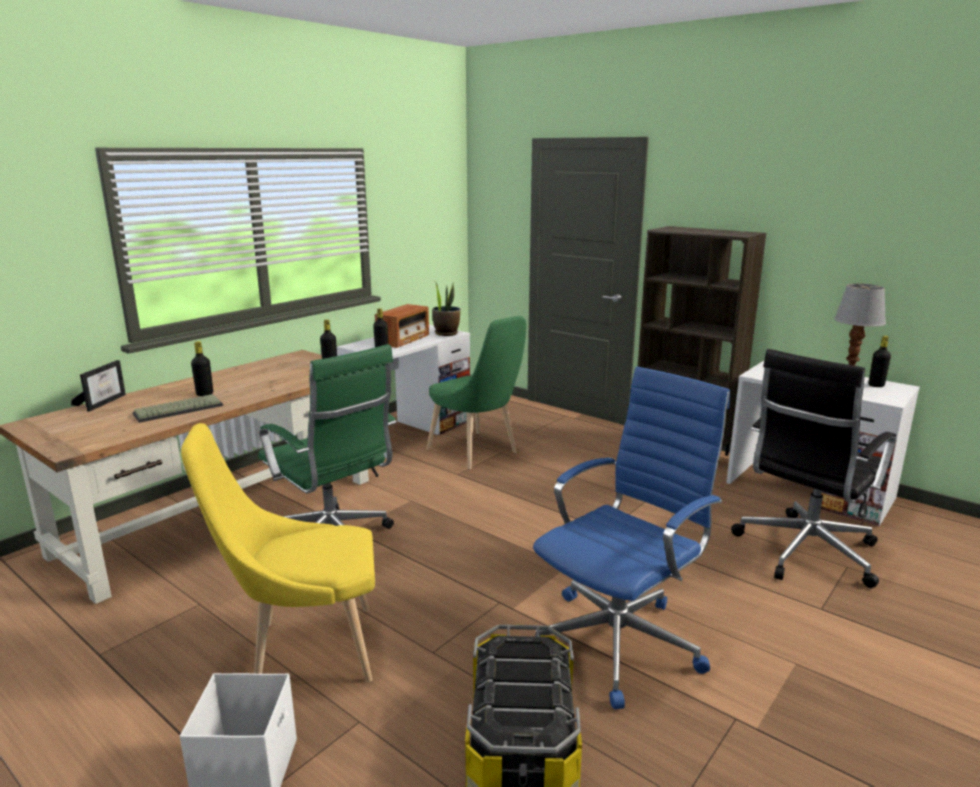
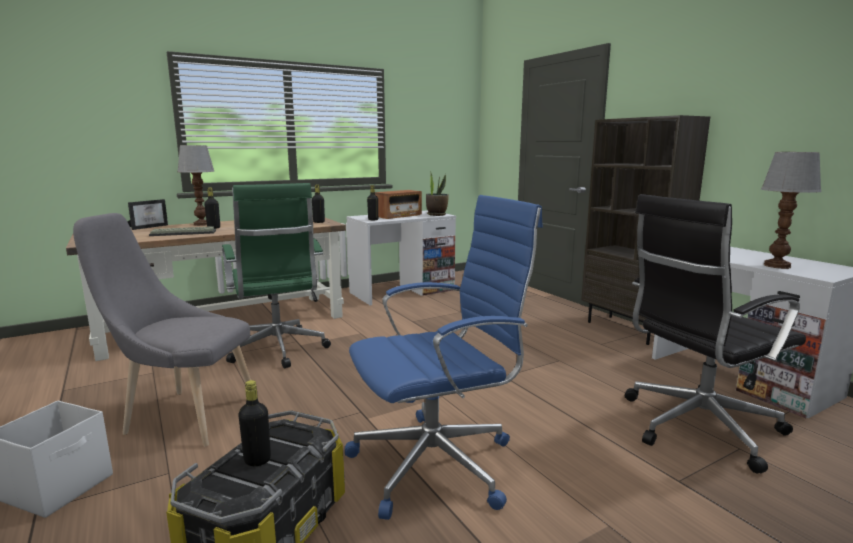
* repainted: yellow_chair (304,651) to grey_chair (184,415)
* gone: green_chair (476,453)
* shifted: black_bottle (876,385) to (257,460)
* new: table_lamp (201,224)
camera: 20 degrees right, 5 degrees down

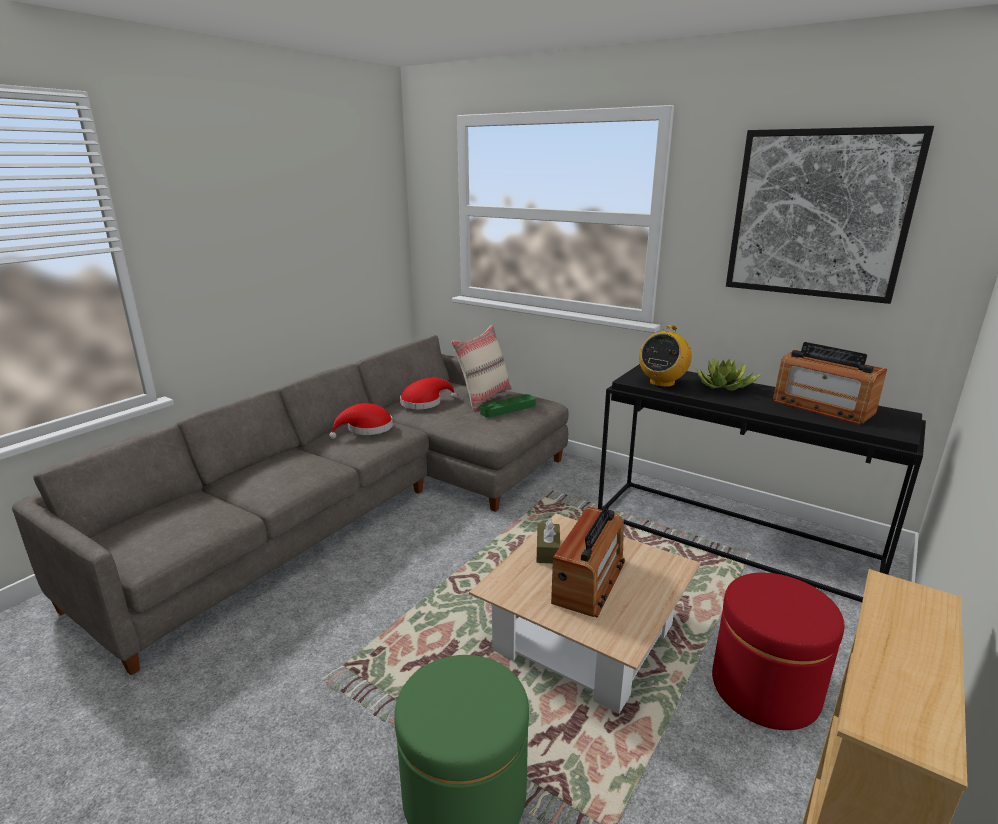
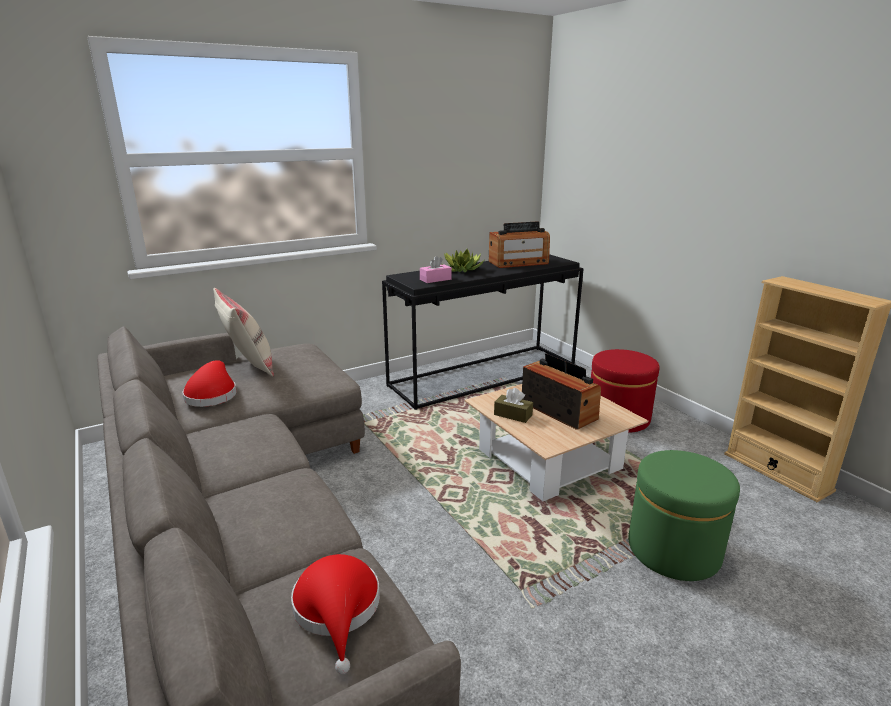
* shifted: red_hat (366,429) to (338,609)
* gone: green_tray (508,409)
* swapped: radio (662,382) to pink_tissue_box (435,279)
* gone: picture (819,214)
camera: 65 degrees left, 0 degrees up

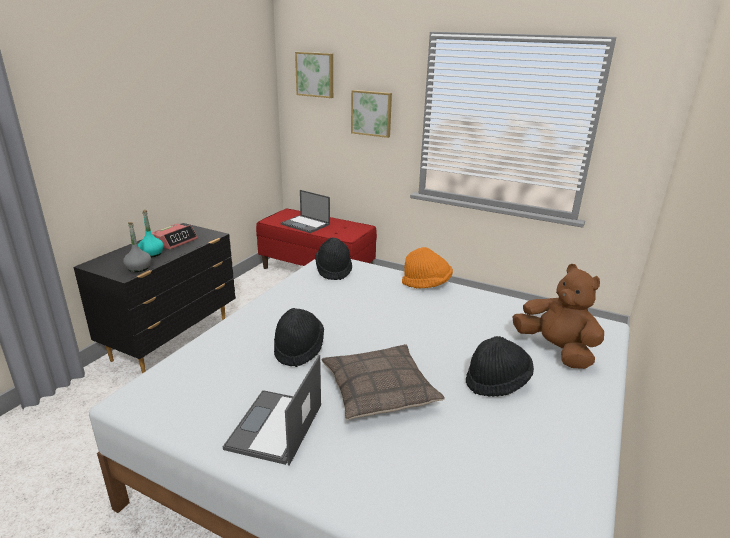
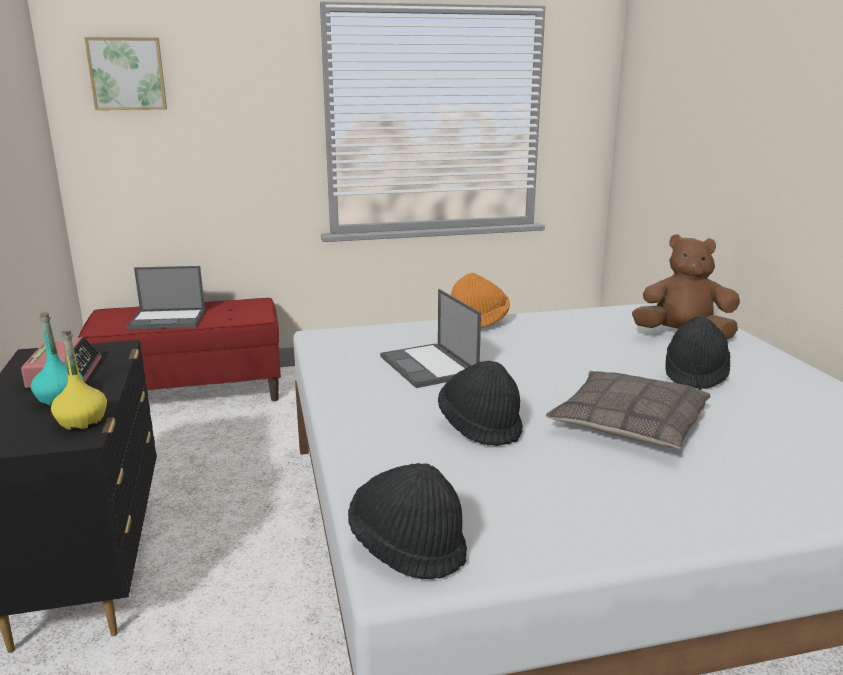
* repainted: grey_bottle (139,268) to yellow_bottle (82,421)
* shifted: laptop (275,427) to (429,366)
* shifted: black_hat (333,270) to (408,547)
* gone: picture (371,113)
camera: 40 degrees left, 5 degrees down

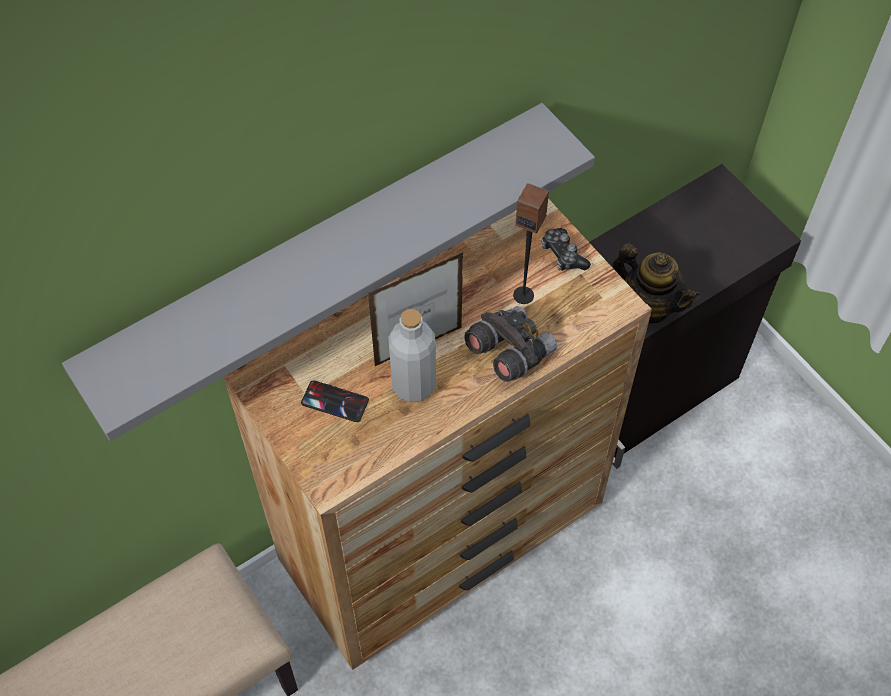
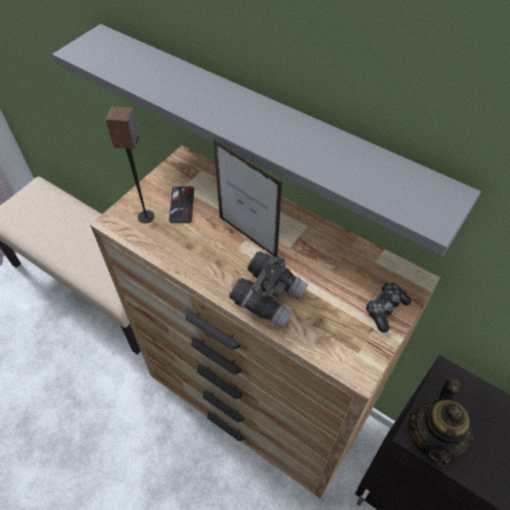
* gone: grey_bottle (413,384)
* shifted: speaker (523,295) to (146,217)
camera: 70 degrees right, 5 degrees down

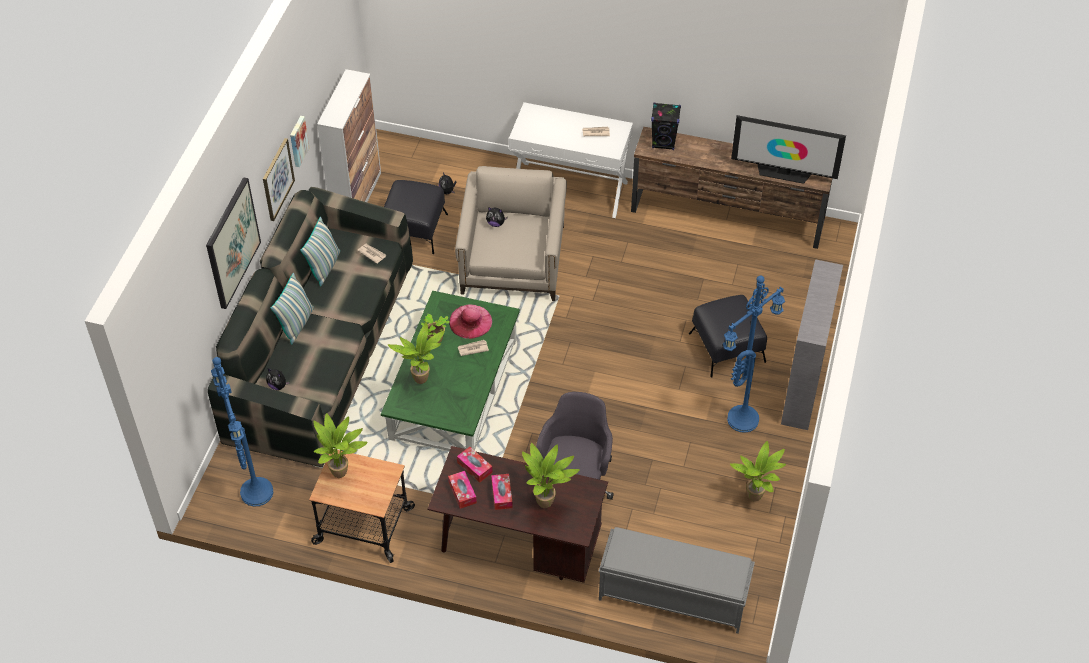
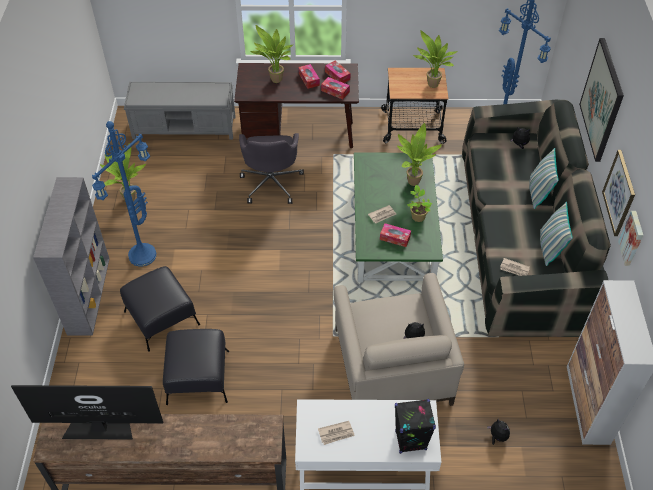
* shifted: black_ottoman (414,229) to (198,377)
* swapped: pink_hat (470,321) to tissue_box (395,238)
* shifted: black_speaker (664,142) to (410,440)
camera: 165 degrees right, 0 degrees up

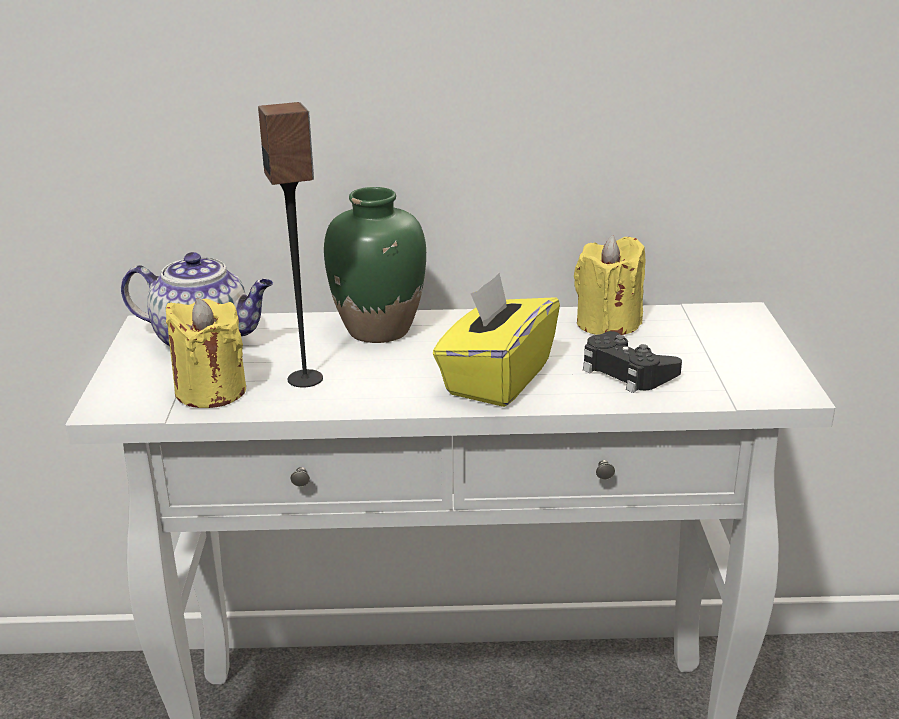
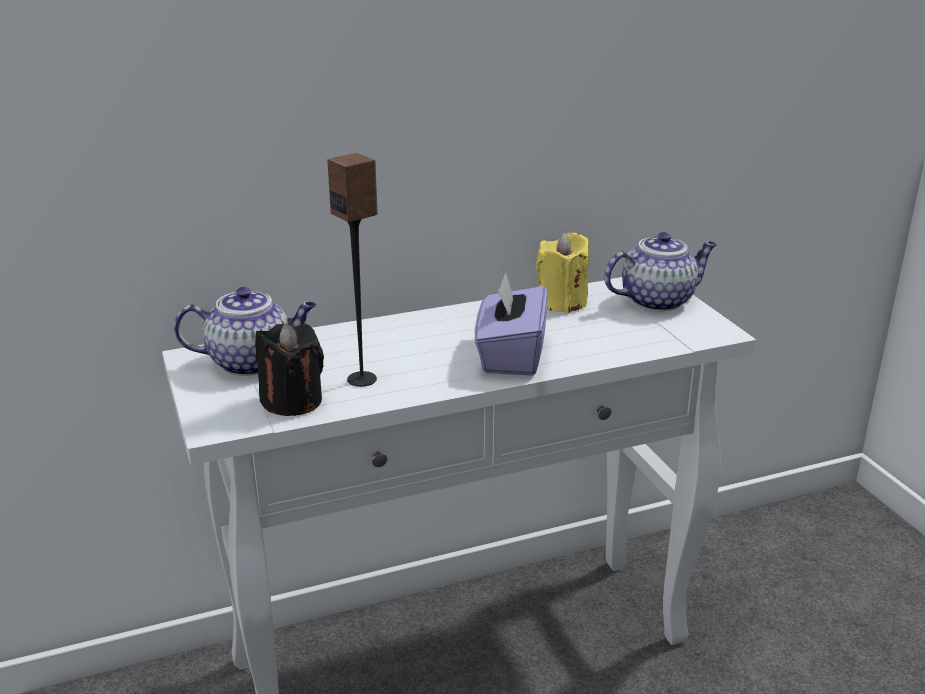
* repainted: yellow_candle (211,391) to black_candle (292,401)
* gone: green_vase (379,330)
* repainted: yellow_tissue_box (496,379) to purple_tissue_box (510,356)
* gone: black_game_controller (626,371)
* new: teapot (658,300)
camera: 20 degrees left, 0 degrees up

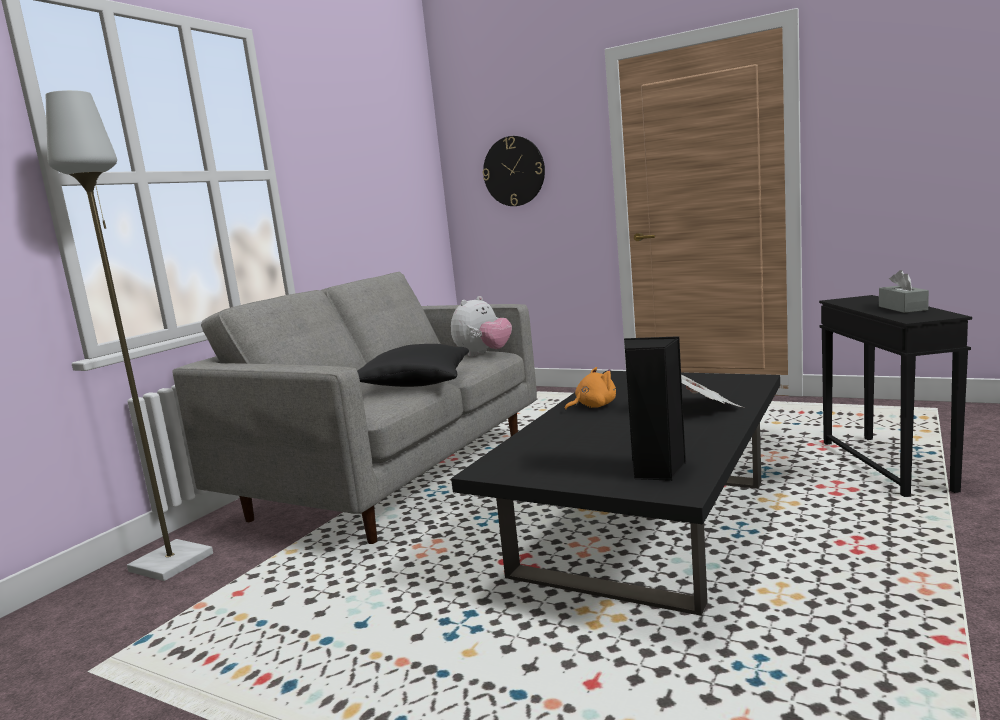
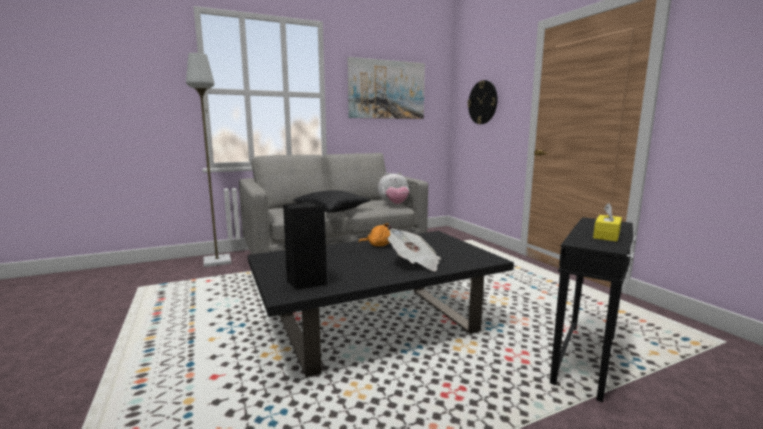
* repainted: grey_tissue_box (902,308) to yellow_tissue_box (606,235)
* new: picture (386,90)
camera: 35 degrees right, 0 degrees up

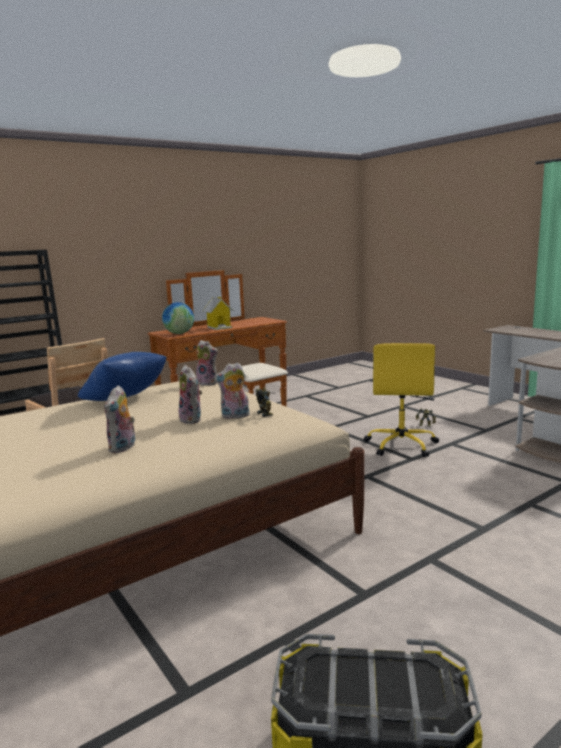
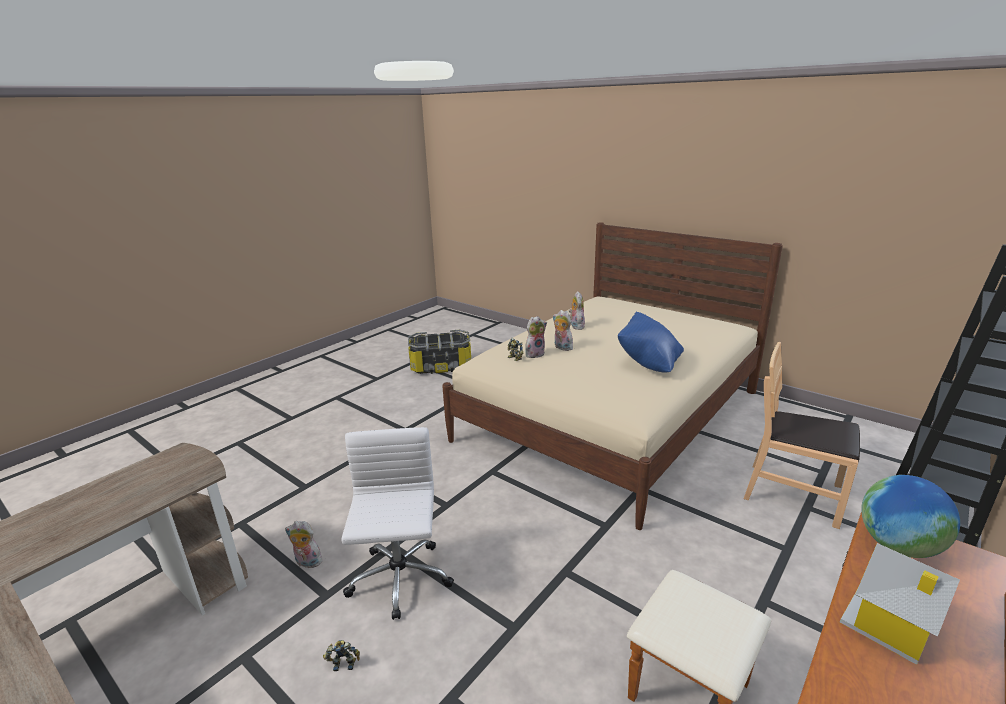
* shifted: plush_toy (208,383) to (307,563)
* repainted: yellow_office_chair (401,445) to white_office_chair (399,580)
camera: 165 degrees right, 10 degrees up

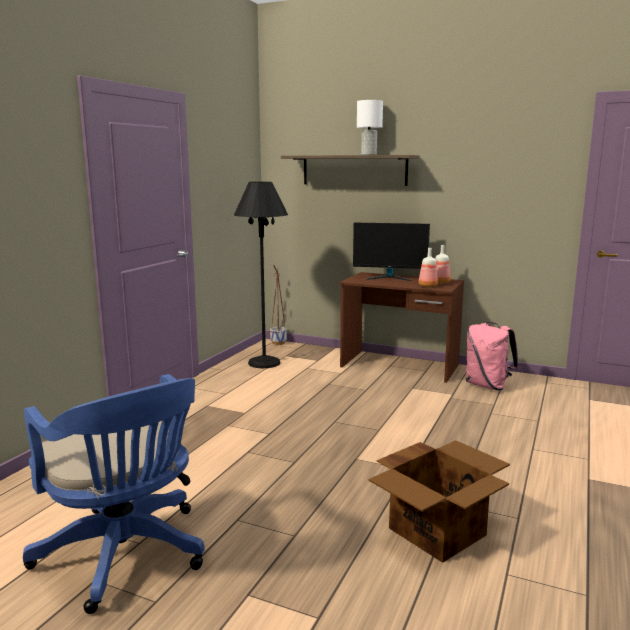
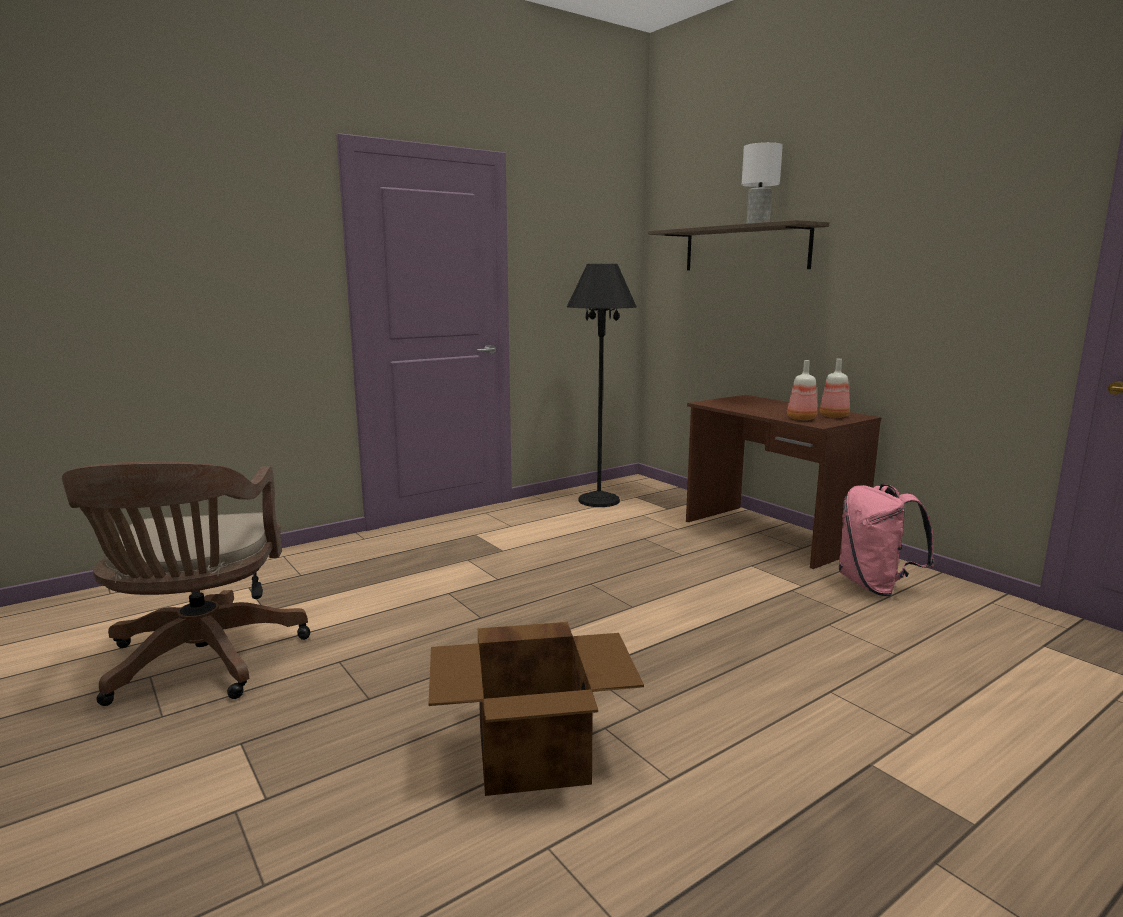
* repainted: blue_office_chair (126,556) to brown_office_chair (201,663)
* gone: planter (278,343)
* gone: monitor (389,277)
camera: 30 degrees right, 0 degrees up

